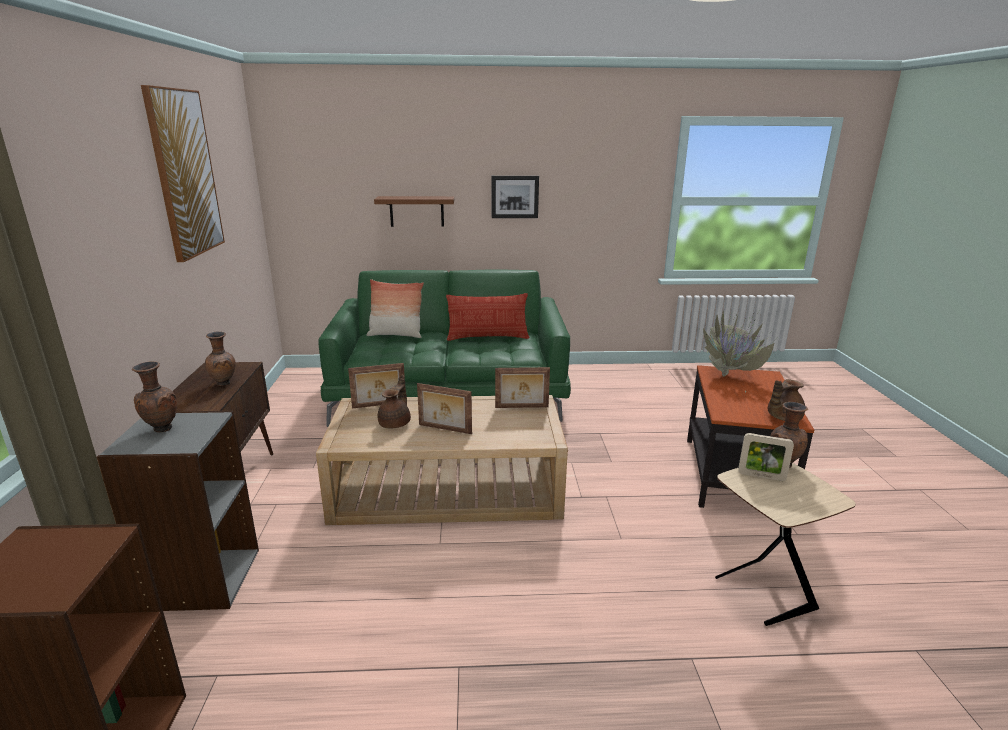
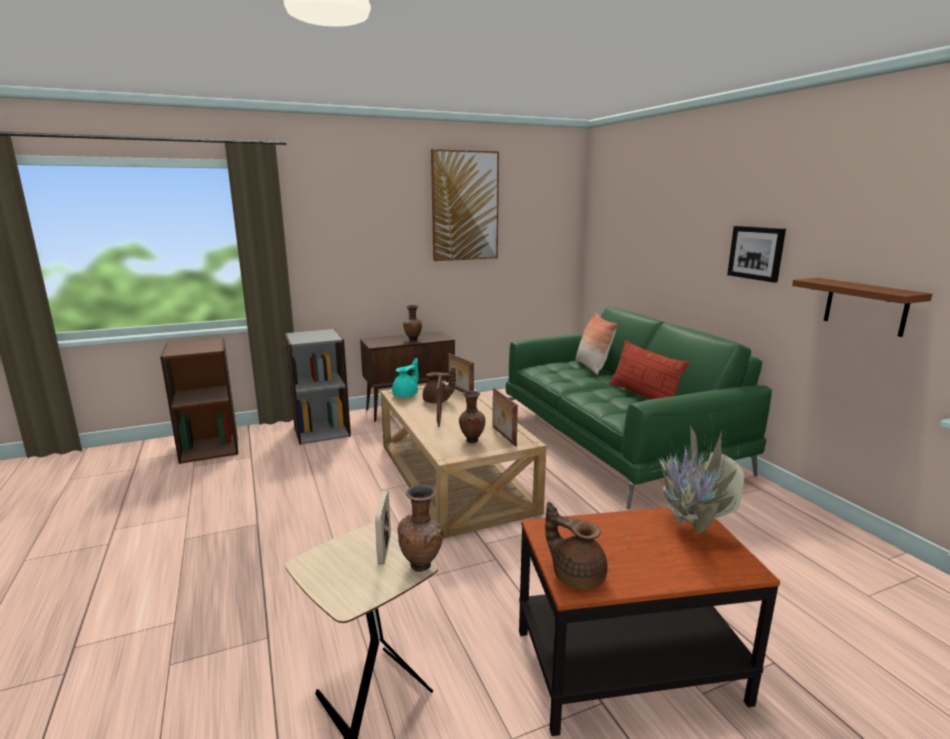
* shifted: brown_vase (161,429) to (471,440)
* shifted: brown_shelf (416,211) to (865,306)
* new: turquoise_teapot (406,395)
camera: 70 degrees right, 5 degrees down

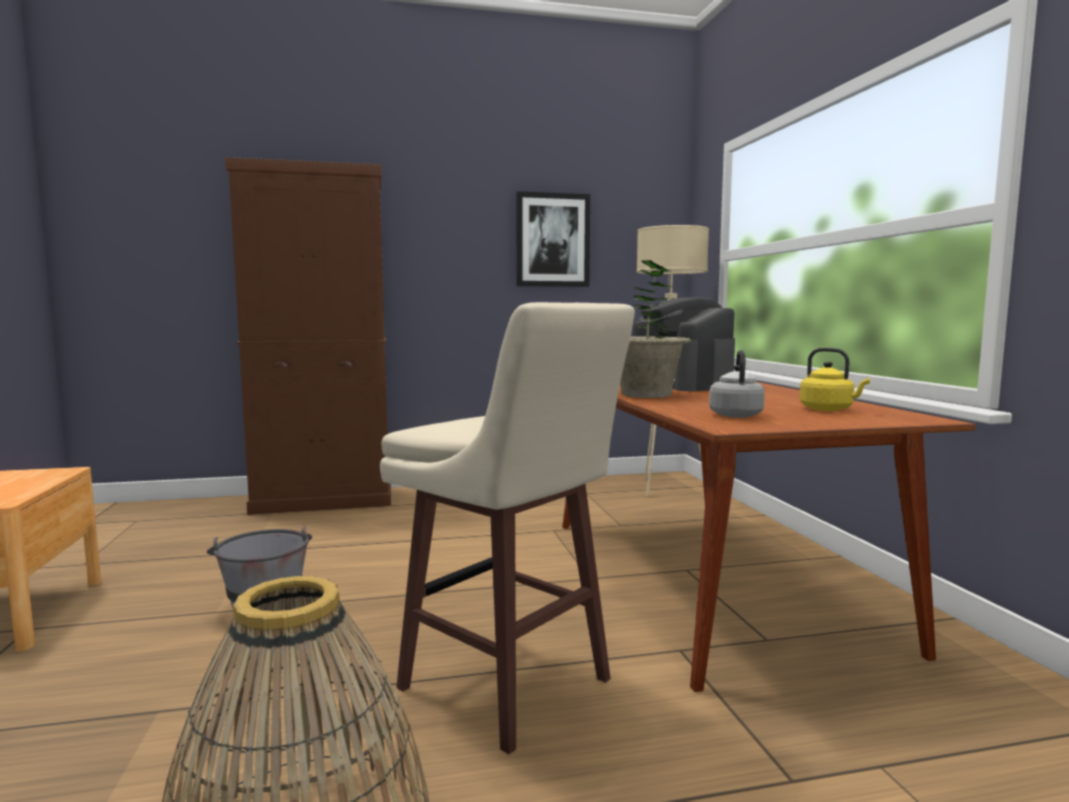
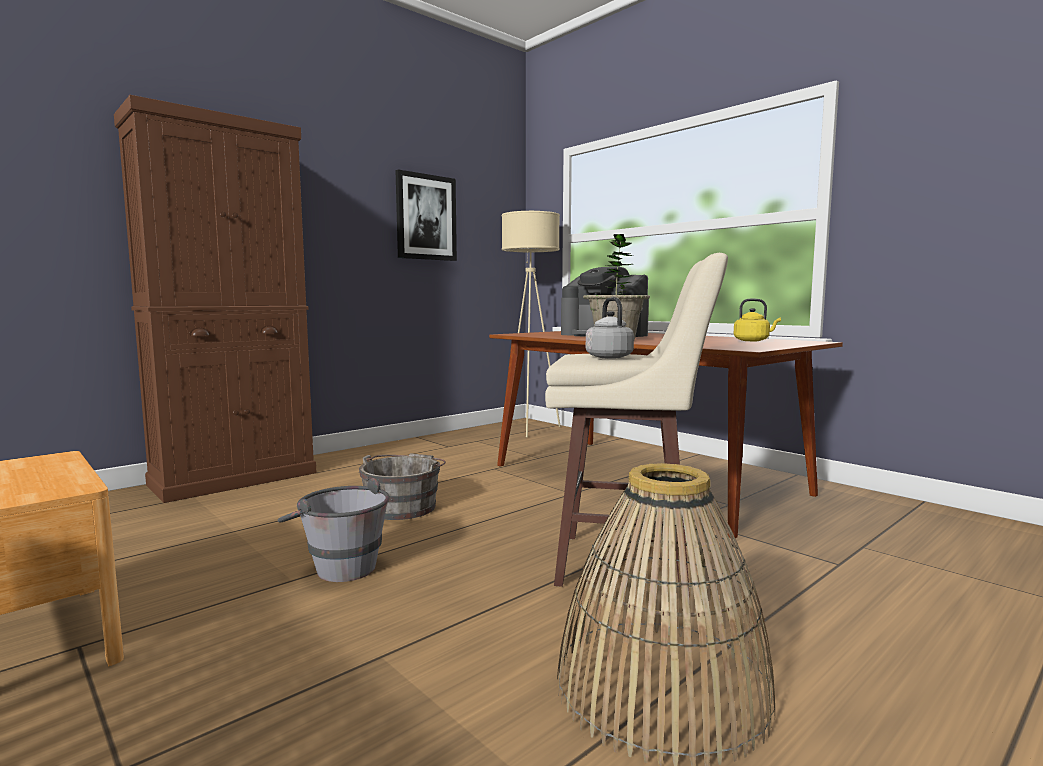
* shifted: grey_kettle (735,415) to (607,357)
* new: grey_bucket (403,506)
camera: 30 degrees left, 0 degrees up

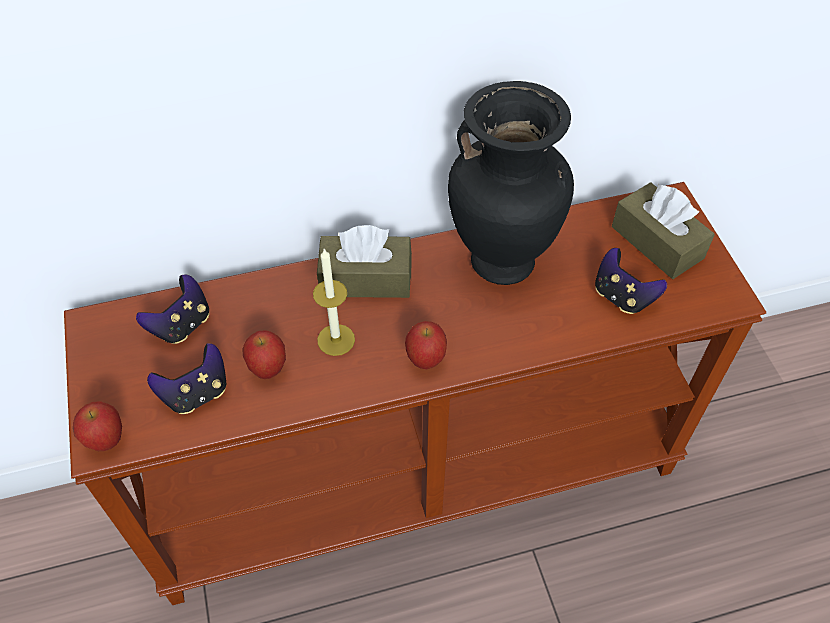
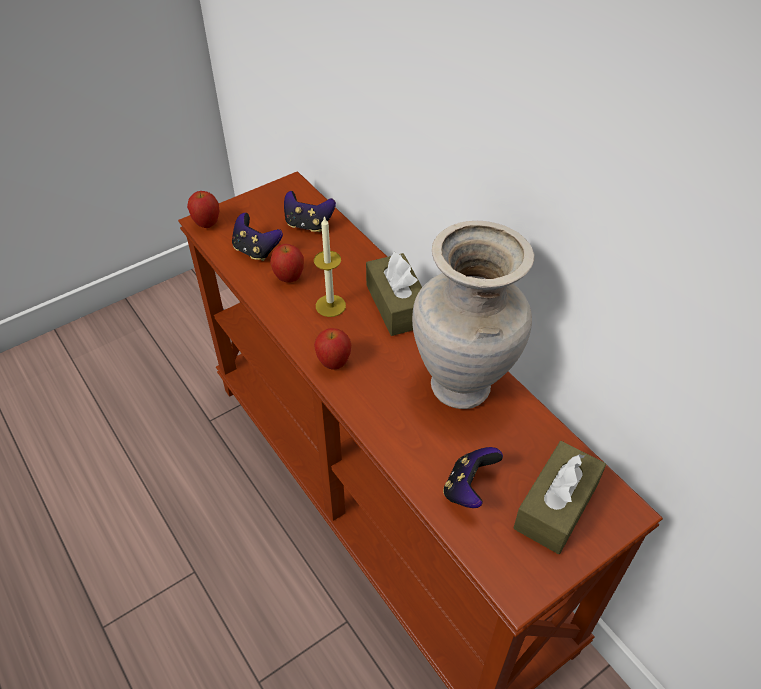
* repainted: black_vase (501,260) to beige_vase (463,386)
camera: 70 degrees right, 5 degrees down

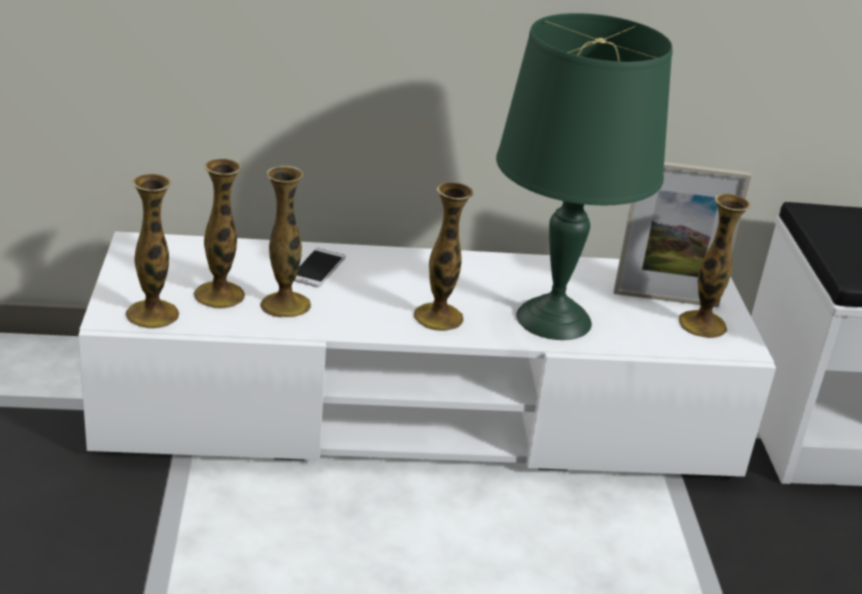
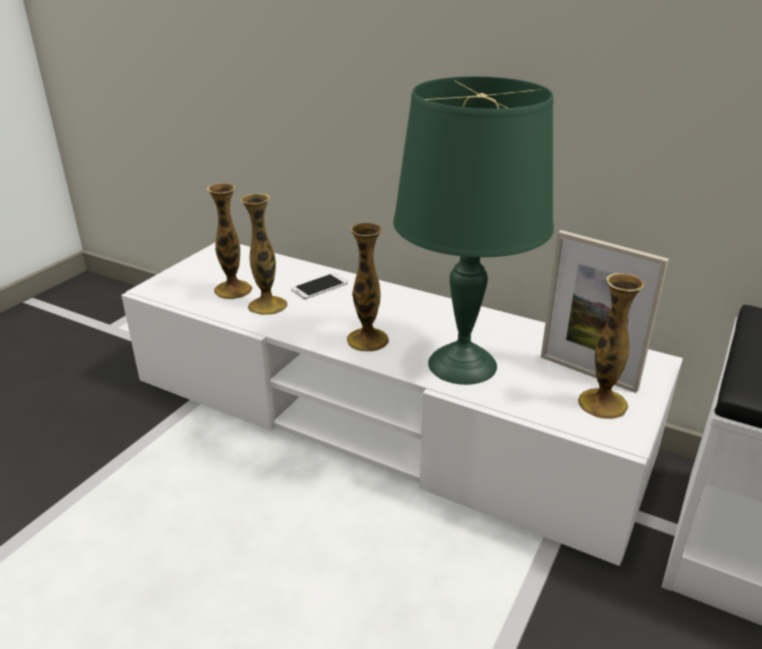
* gone: vase (152,314)
camera: 35 degrees right, 0 degrees up

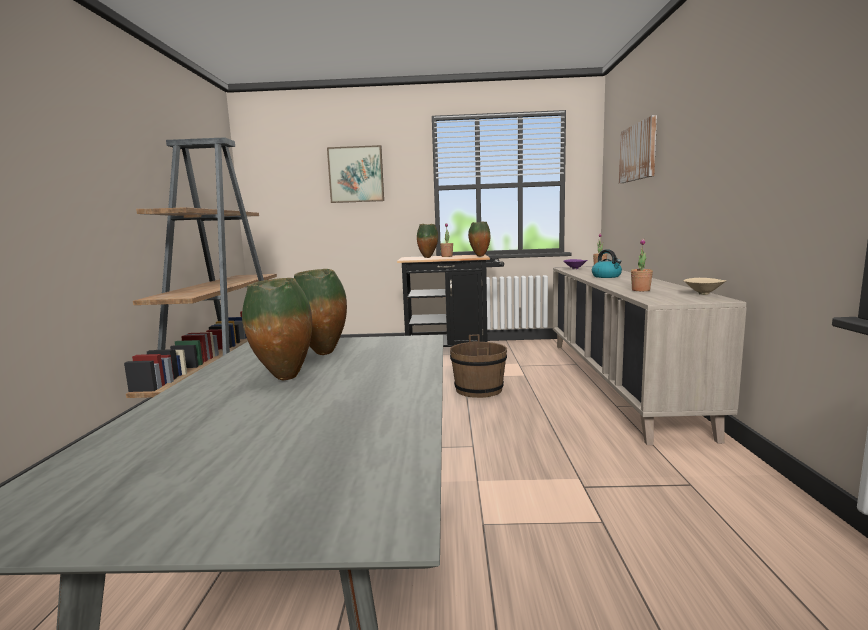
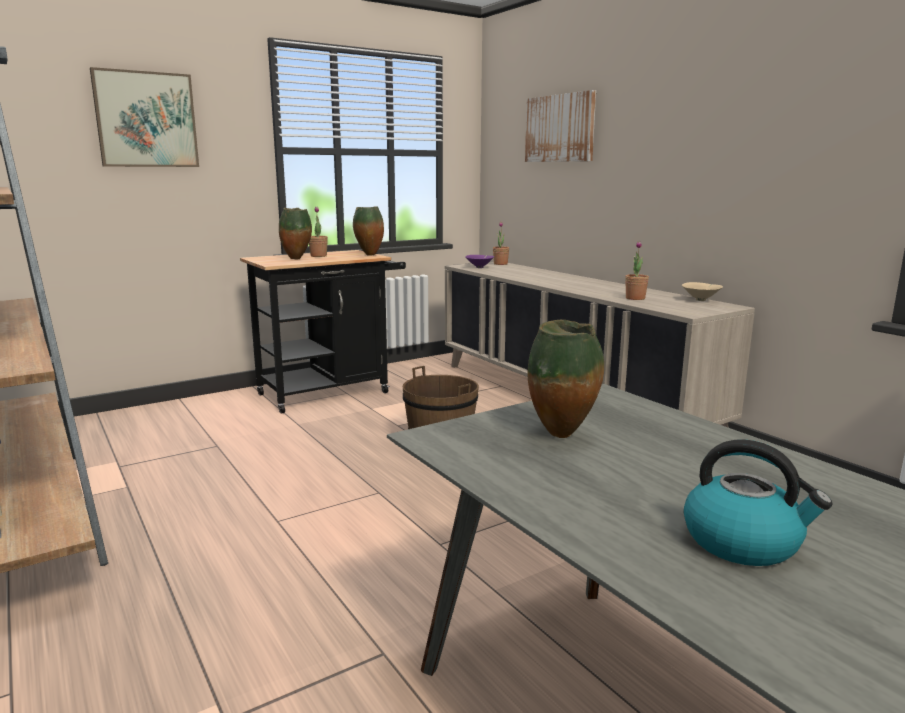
* gone: vase (284,379)
* shifted: kettle (607,276) to (743,542)
camera: 35 degrees left, 5 degrees up

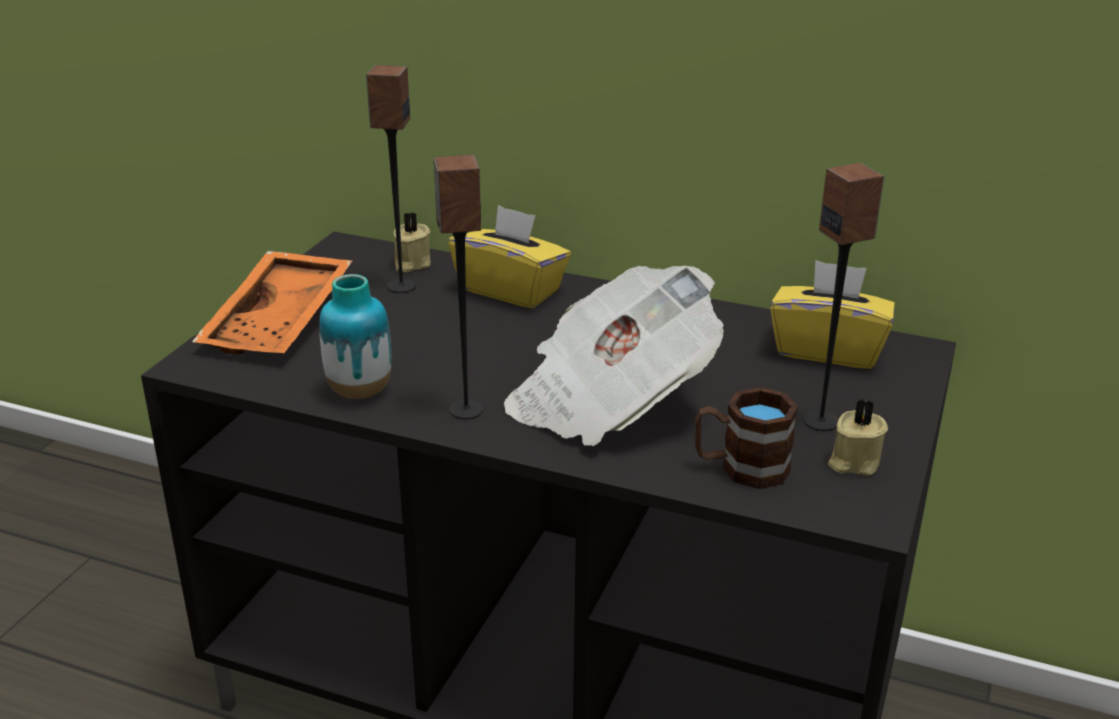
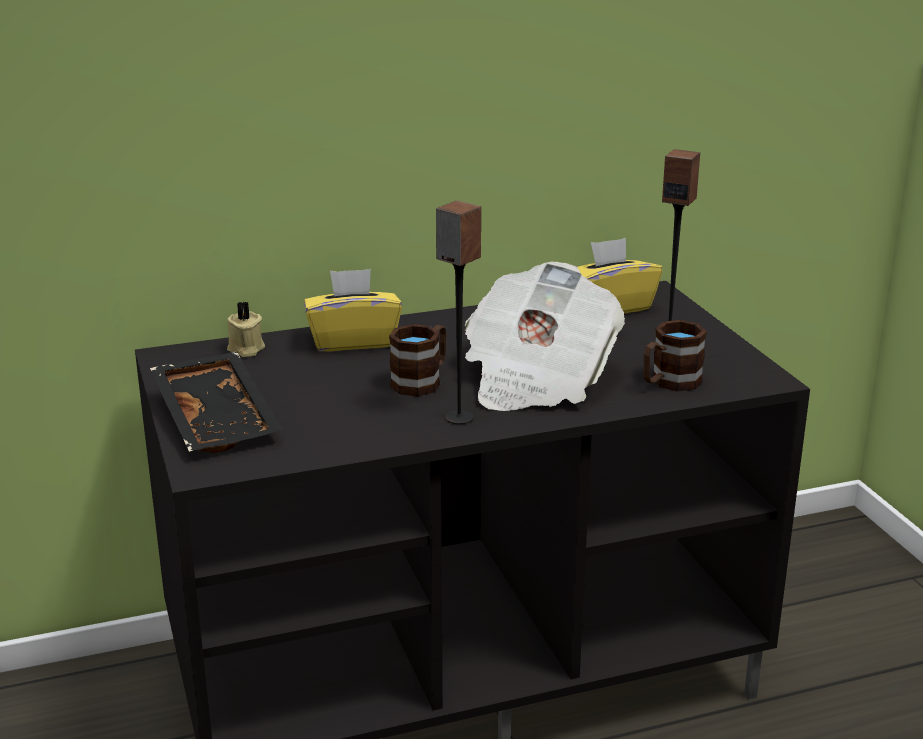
* repainted: orange_tray (281,322) to black_tray (219,419)
* gone: vase (359,391)
* gone: speaker (401,286)
* gone: beige_candle (853,462)
* new: brown_mug (422,381)
camera: 40 degrees left, 5 degrees down

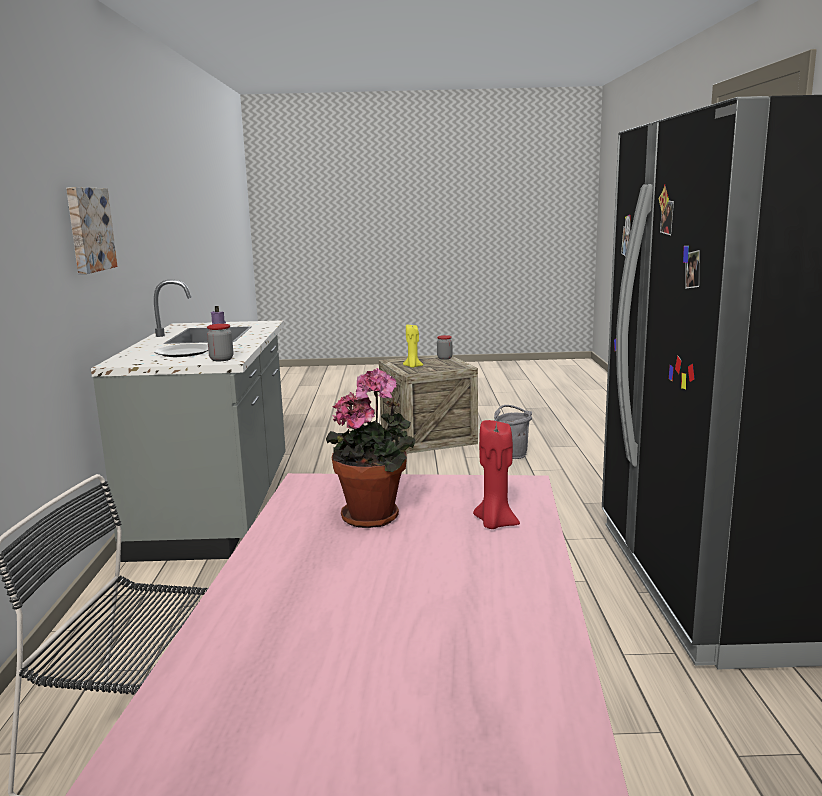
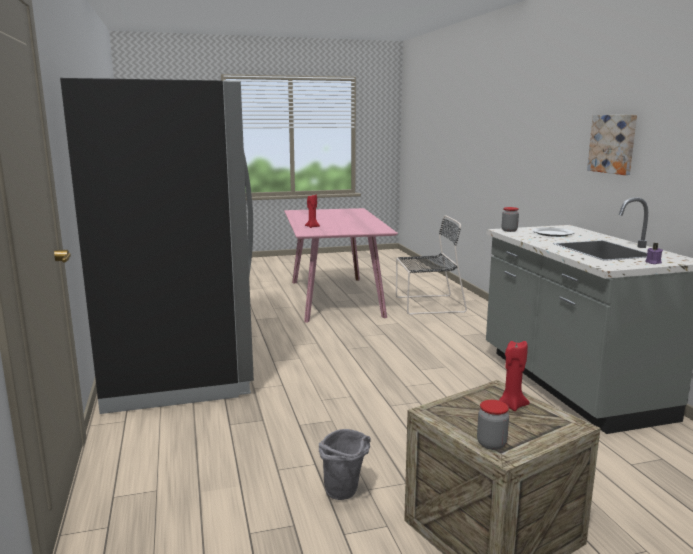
* gone: potted_plant (375,516)
* repainted: yellow_candle (413,366) to red_candle (511,405)
camera: 165 degrees right, 0 degrees up

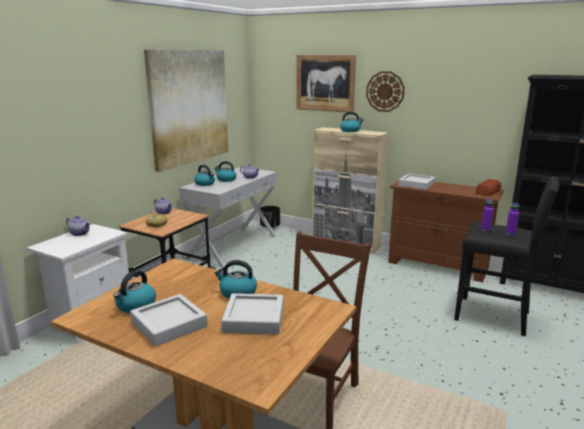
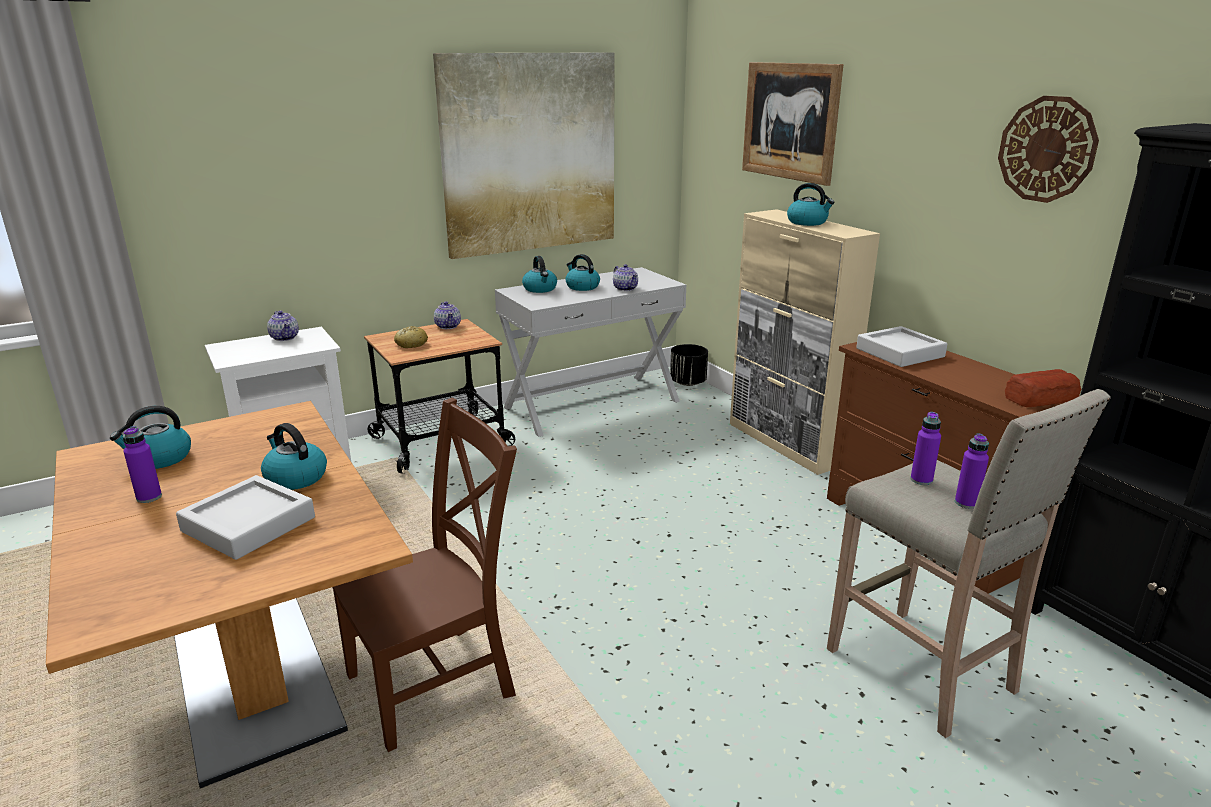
* swapped: grey_tray (169,324) to purple_bottle (149,497)
* shifted: wall_clock (385,91) to (1047,149)
* repainted: black_stool (494,316) to beige_stool (923,672)
camera: 30 degrees right, 5 degrees up

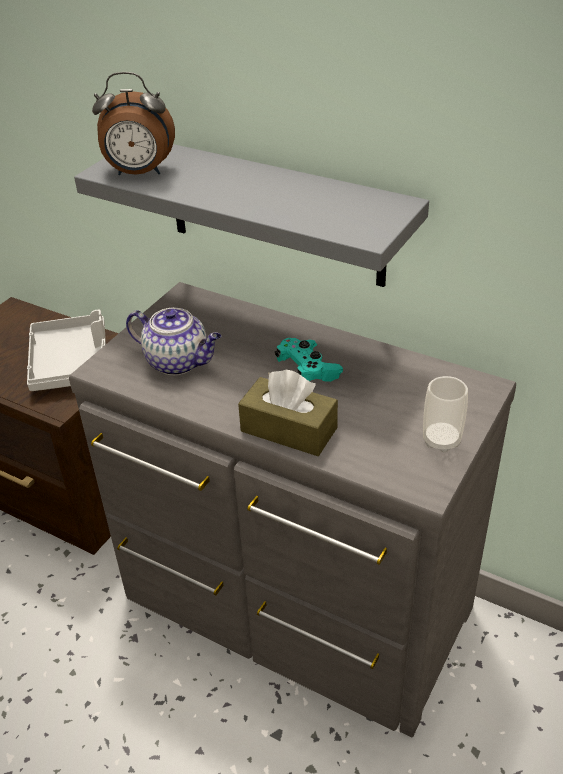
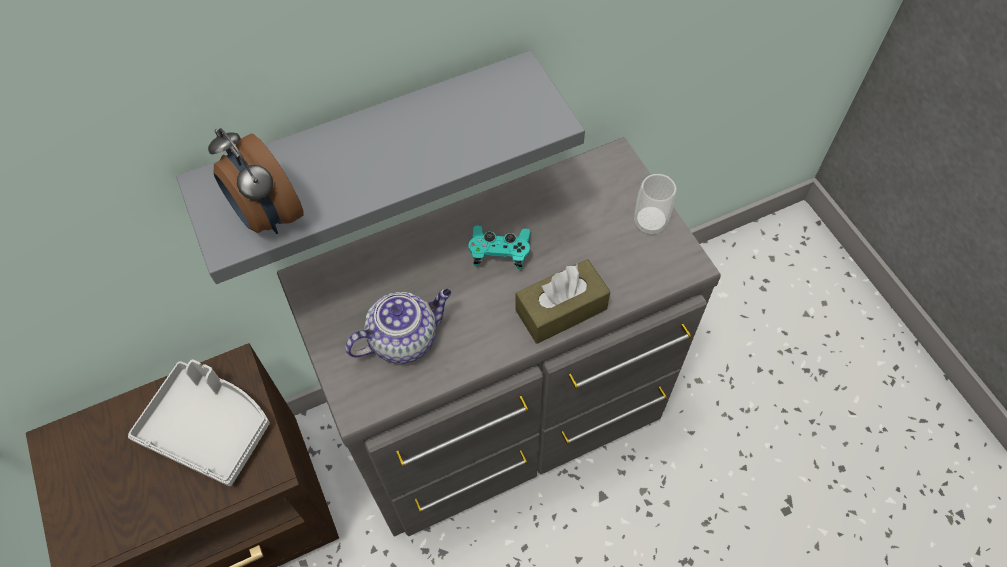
* rotated: alarm_clock (139,173) = (267,215) 105 degrees clockwise
camera: 55 degrees left, 20 degrees up

